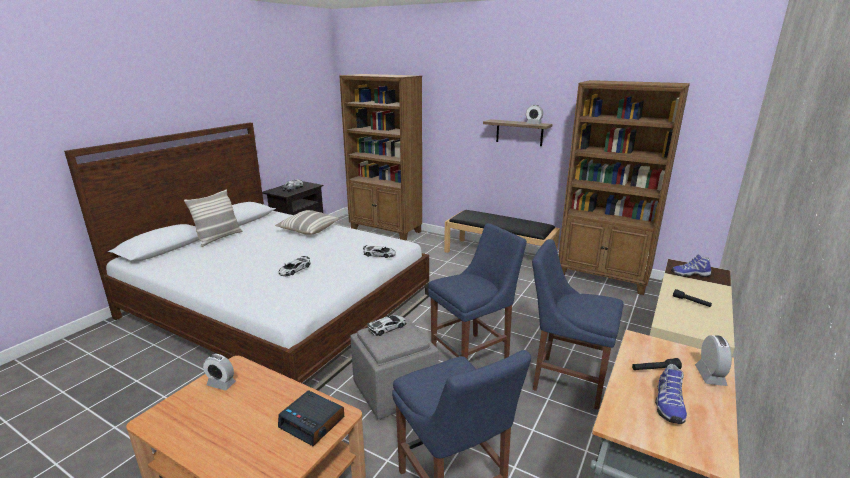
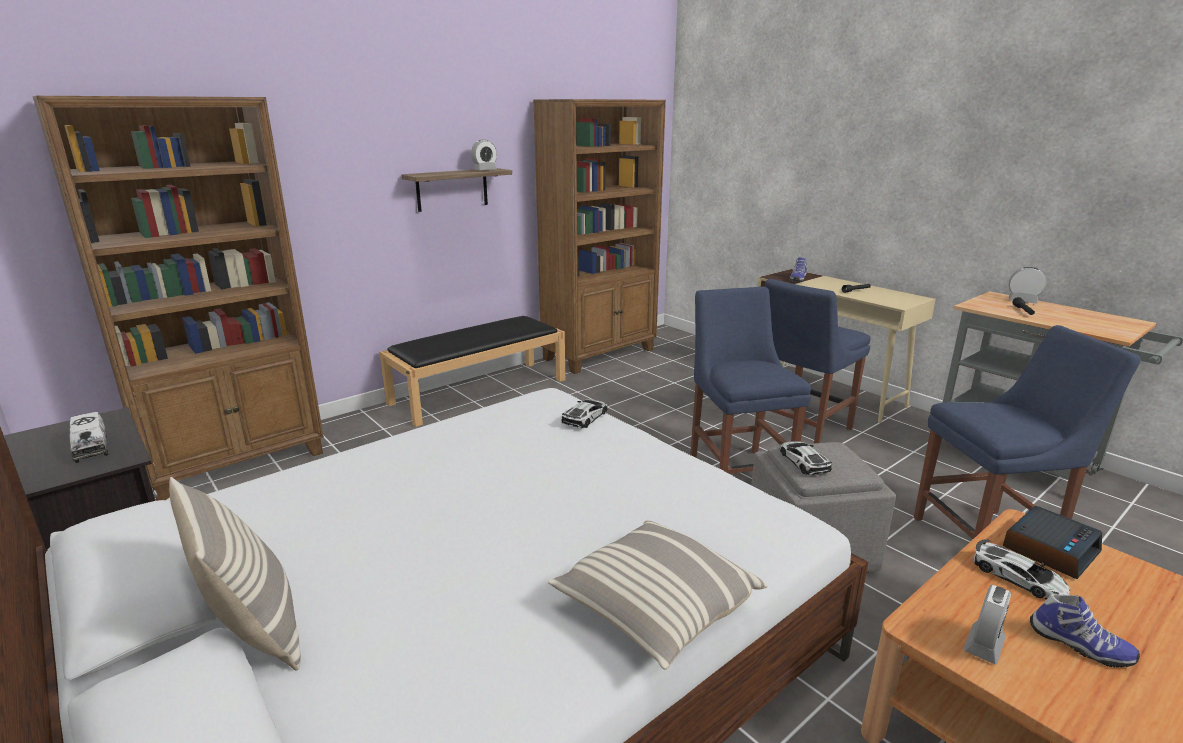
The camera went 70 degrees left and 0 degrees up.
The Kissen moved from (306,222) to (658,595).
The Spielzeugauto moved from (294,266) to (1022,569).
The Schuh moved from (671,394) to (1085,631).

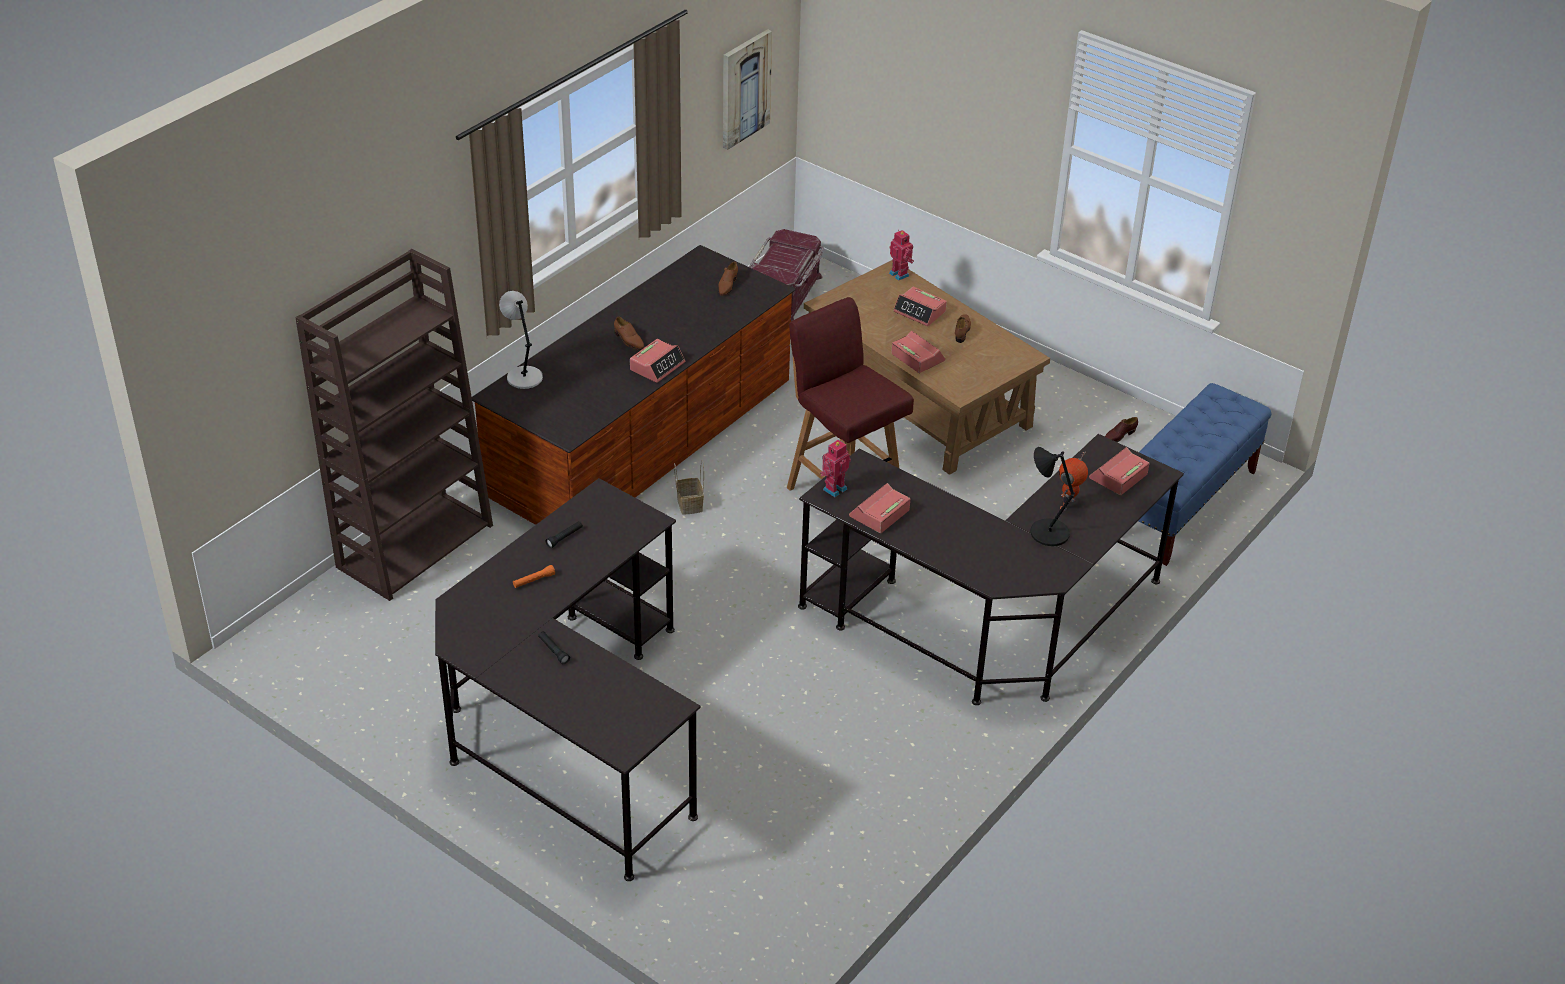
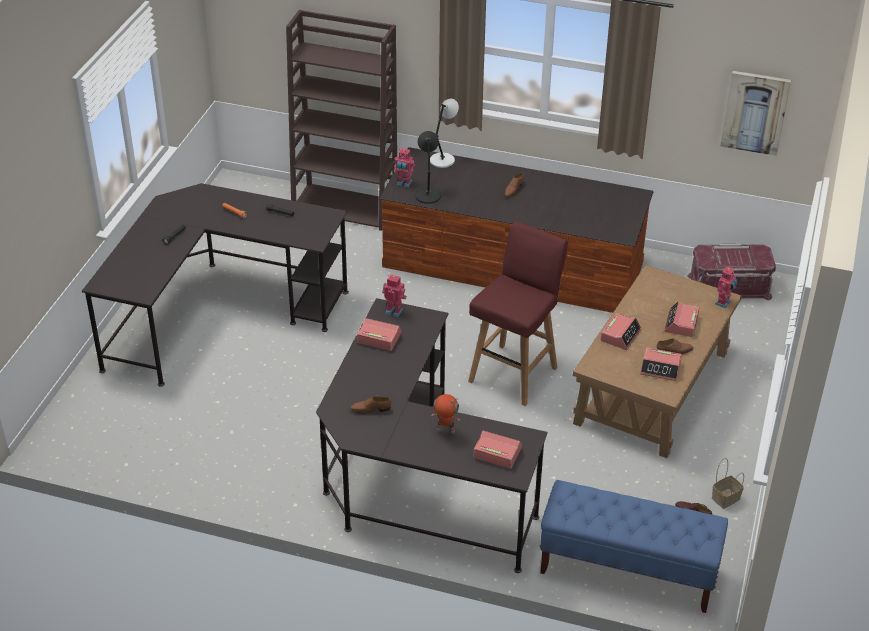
The camera went 70 degrees right and 0 degrees up.
The Schuh/braun moved from (728,278) to (371,405).
The Spielzeugroboter at (404,167) appeared.
The Tischlampe/schwarz moved from (1053,496) to (428,167).
The Wecker moved from (657,361) to (661,364).
The Korb moved from (689,487) to (728,483).

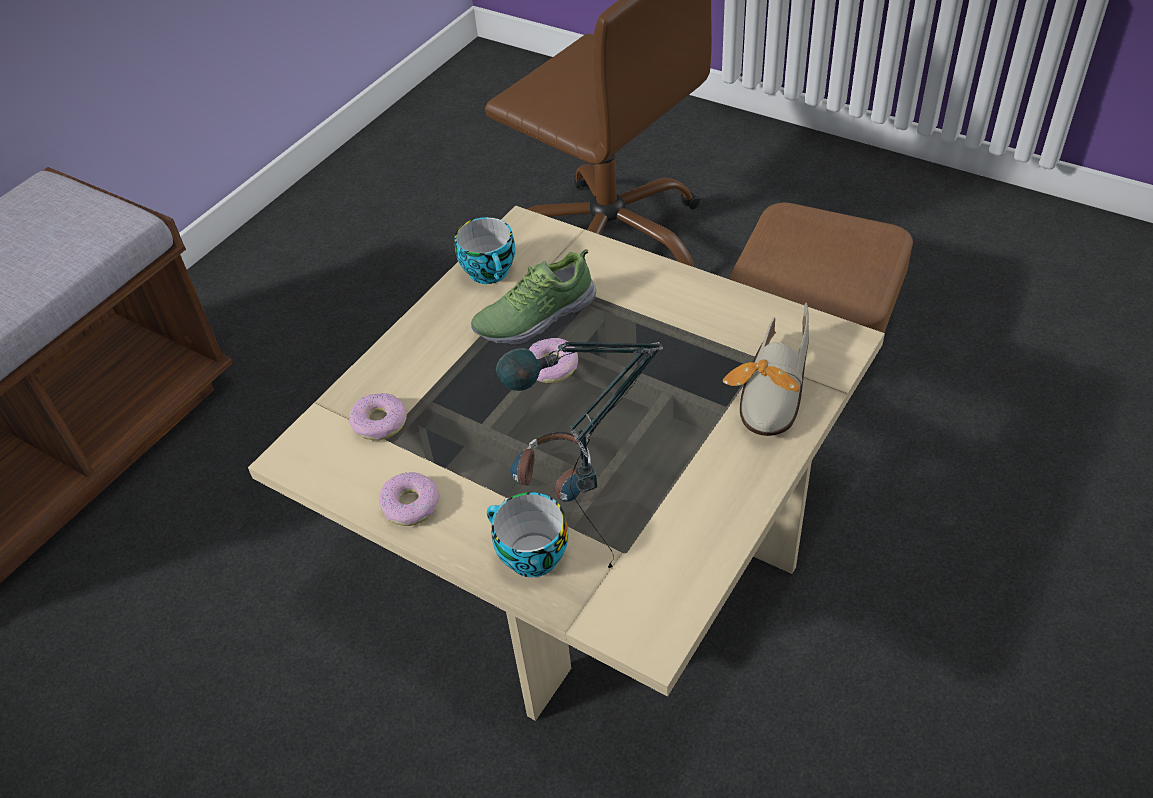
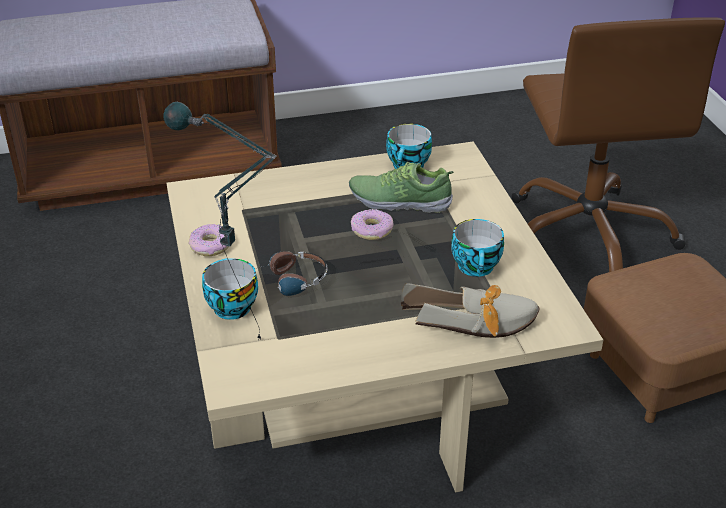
The camera went 40 degrees right and 10 degrees down.
The Schuh at (766,369) turned 150 degrees counterclockwise.
The Tasse at (477,248) appeared.
The Donut at (378,416) disappeared.

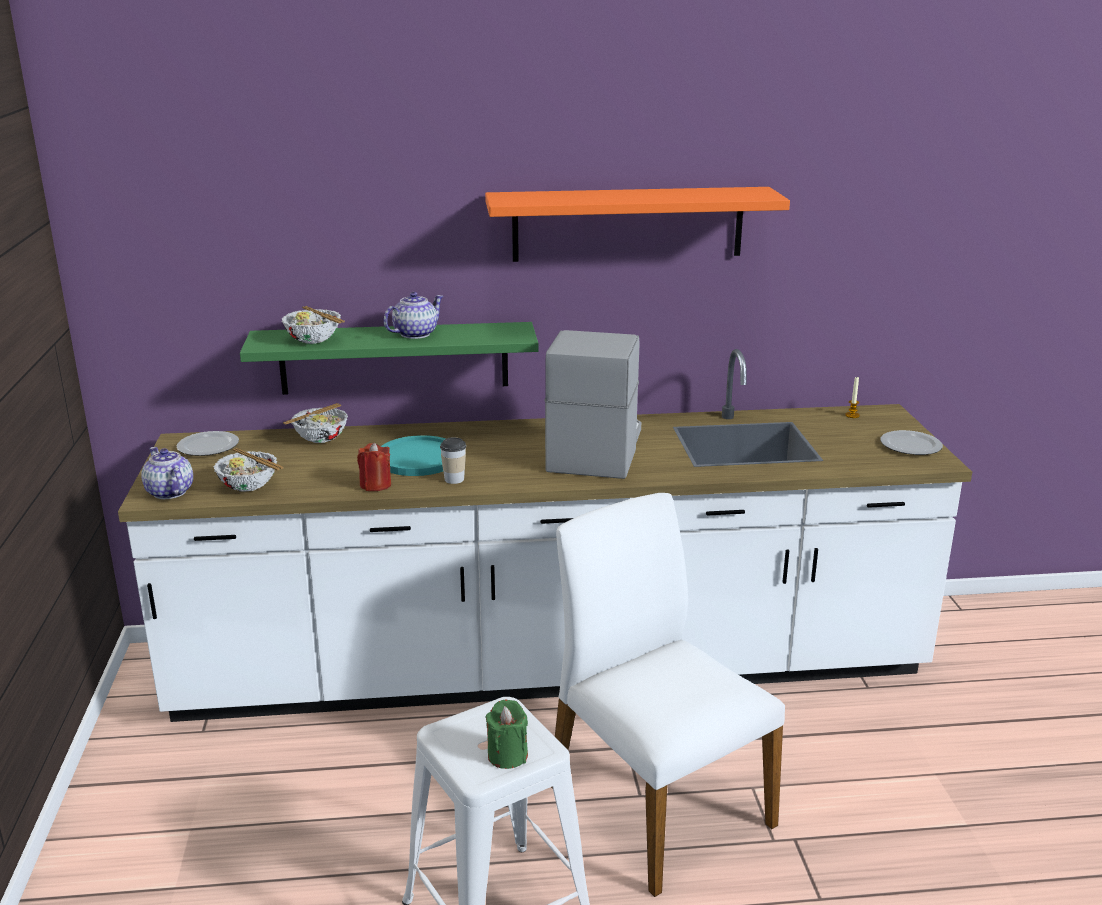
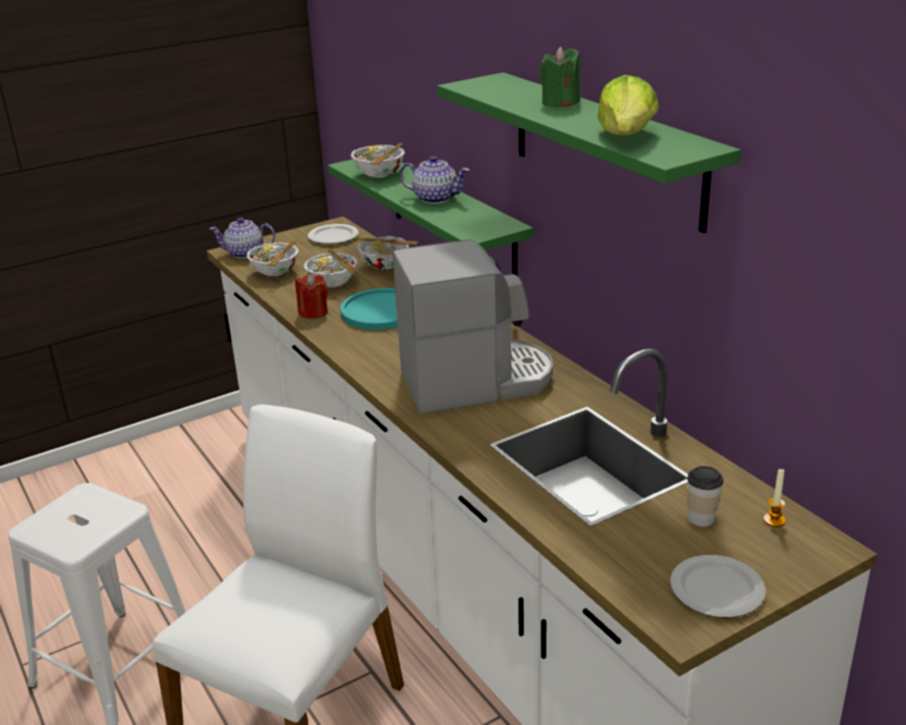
The camera went 65 degrees right and 5 degrees up.
The Teekanne at (167,473) turned 120 degrees counterclockwise.
The Schüssel at (330,268) appeared.
The Wandregal/orange at (637,224) became the Wandregal/grün at (589,152).
The Kerze/grün moved from (506,734) to (559,77).
The Salatkopf at (628,105) appeared.
The Tasse moved from (453,460) to (705,496).

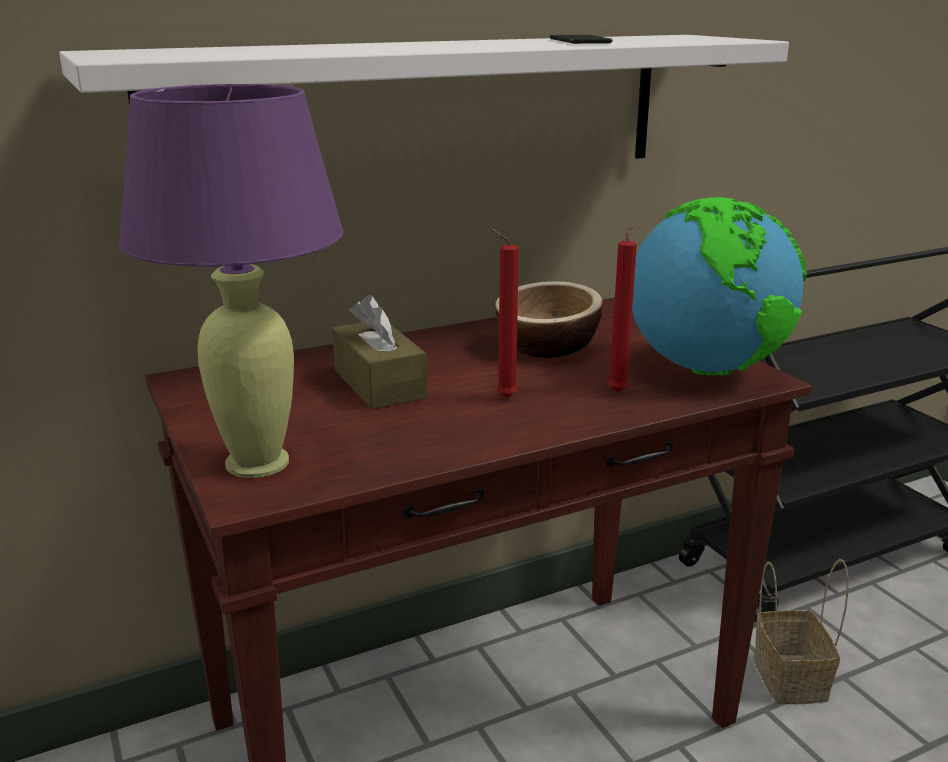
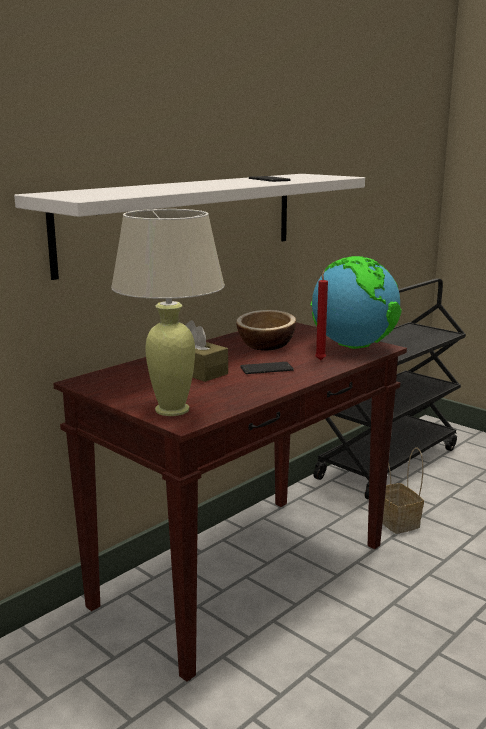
The camera went 20 degrees left and 5 degrees down.
The Tischlampe/lila at (231,281) became the Tischlampe/beige at (168,312).
The Kerze/rot at (504,313) was replaced by the Handy at (267,368).

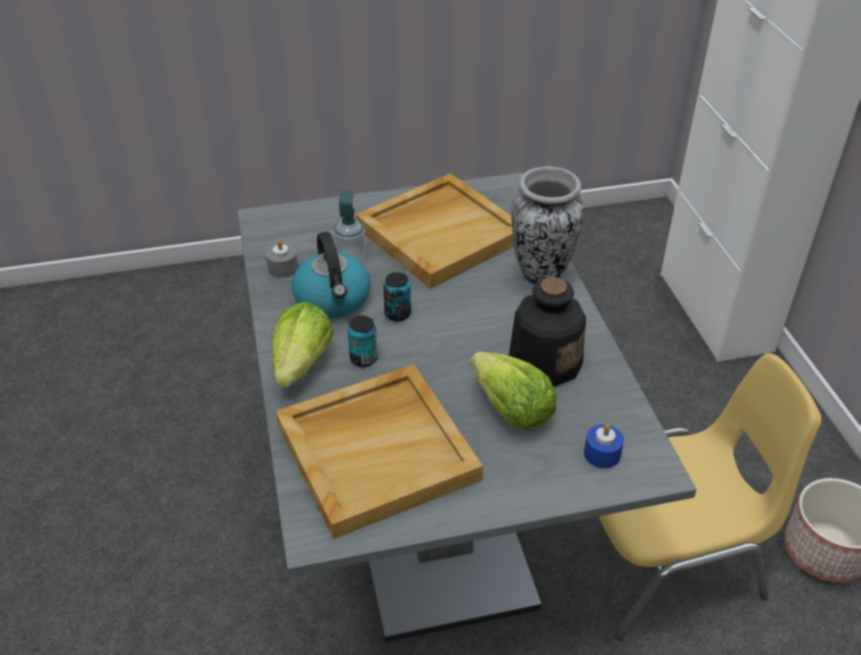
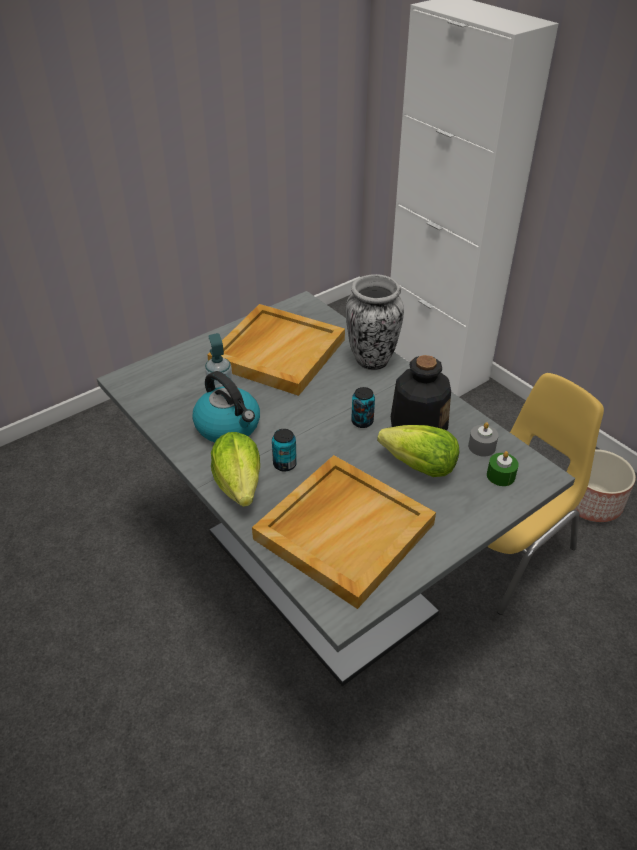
The camera went 25 degrees left and 0 degrees up.
The Dose moved from (397,296) to (363,407).
The Kerze/grau moved from (282,258) to (483,439).
The Kerze/blau at (604,446) became the Kerze/grün at (503,468).

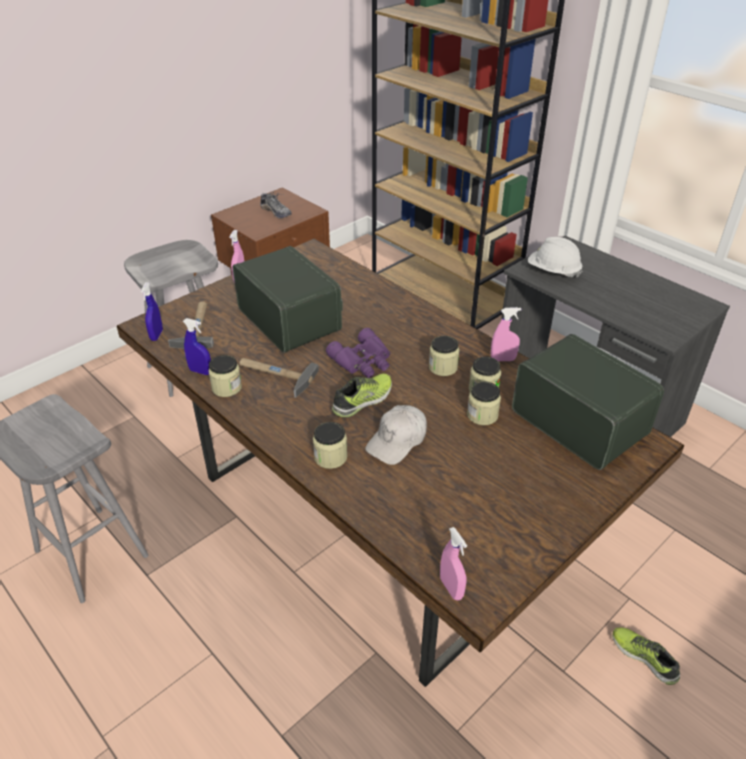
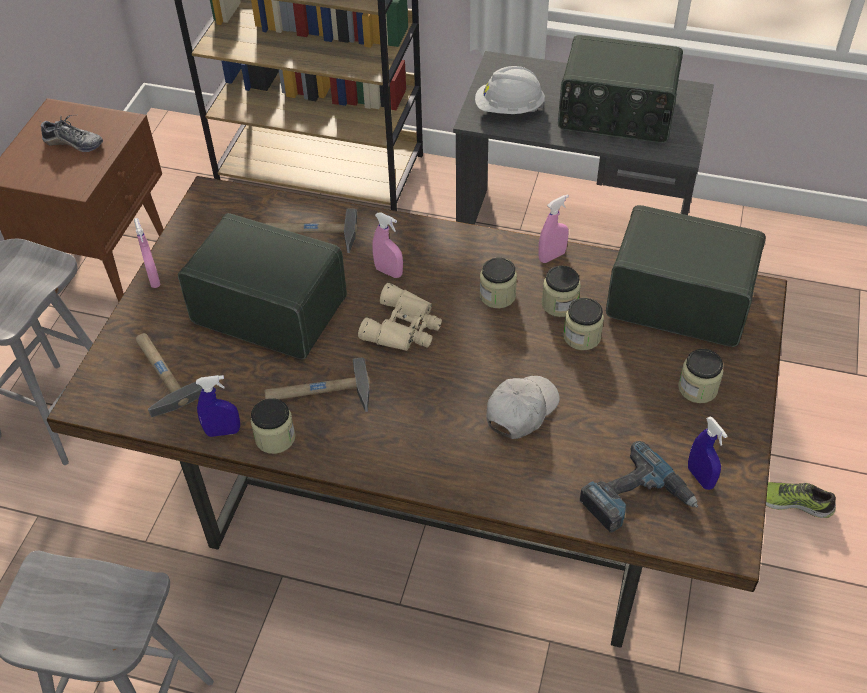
The camera went 30 degrees left and 10 degrees up.
The Hammer at (311,230) appeared.
The Fernglas/lila at (358,353) became the Fernglas/beige at (400,317).
The Sprühflasche/rosa moved from (453,563) to (387,245).
The Kappe/weiß at (396,435) turned 150 degrees counterclockwise.
The Radio at (620,89) appeared.
The Bohrmaschine at (639,487) appeared.
The Vorratsglas moved from (330,445) to (700,376).
The Sprühflasche/blau moved from (152,311) to (708,453).
The Schuh at (362,396) disappeared.

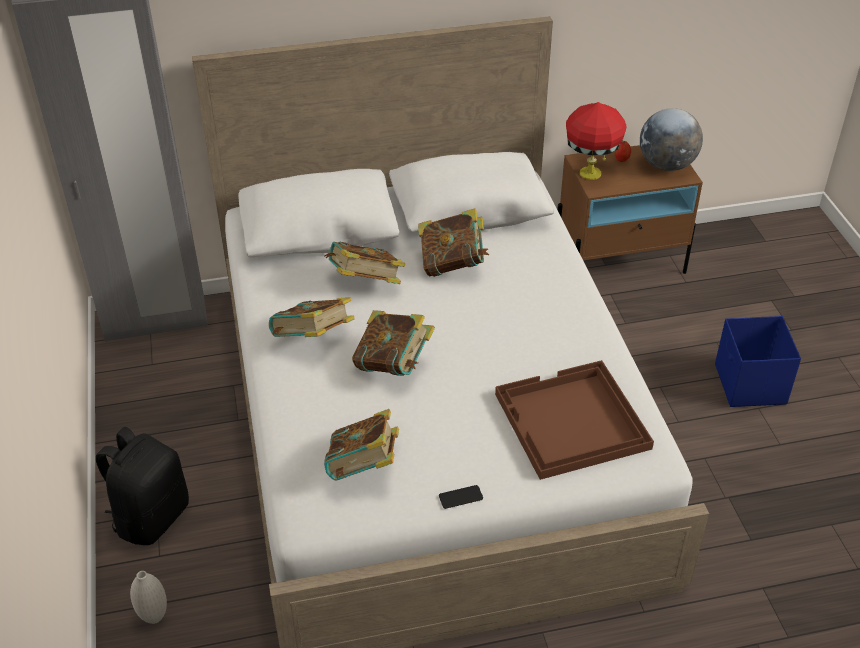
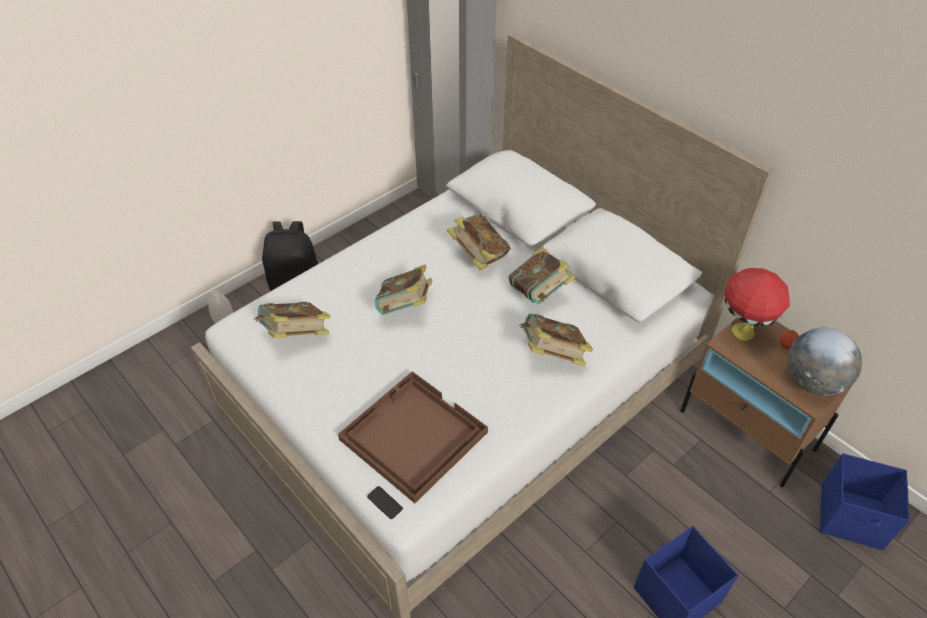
The camera went 60 degrees right and 5 degrees up.
The Handy moved from (461,497) to (385,502).
The Buch moved from (312,317) to (556,339).
The Aufbewahrungsbox/blau at (865,501) appeared.

